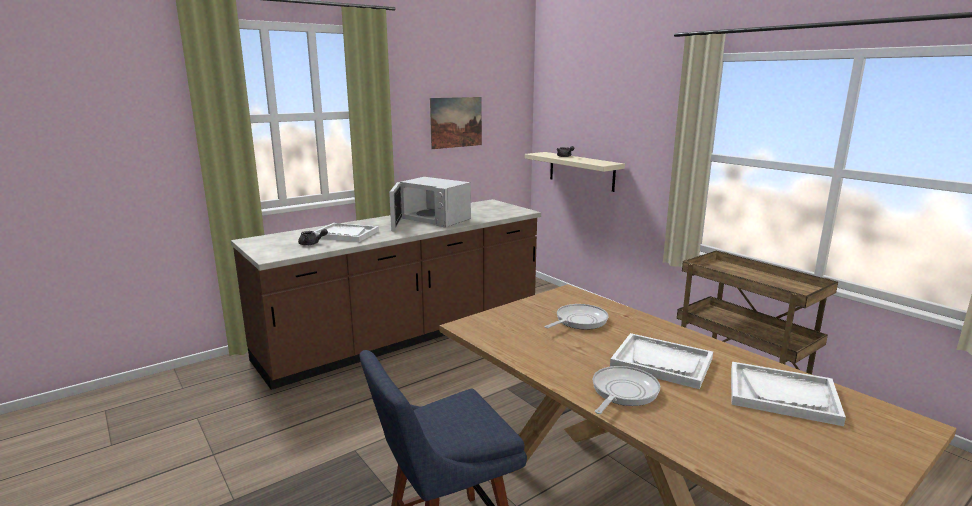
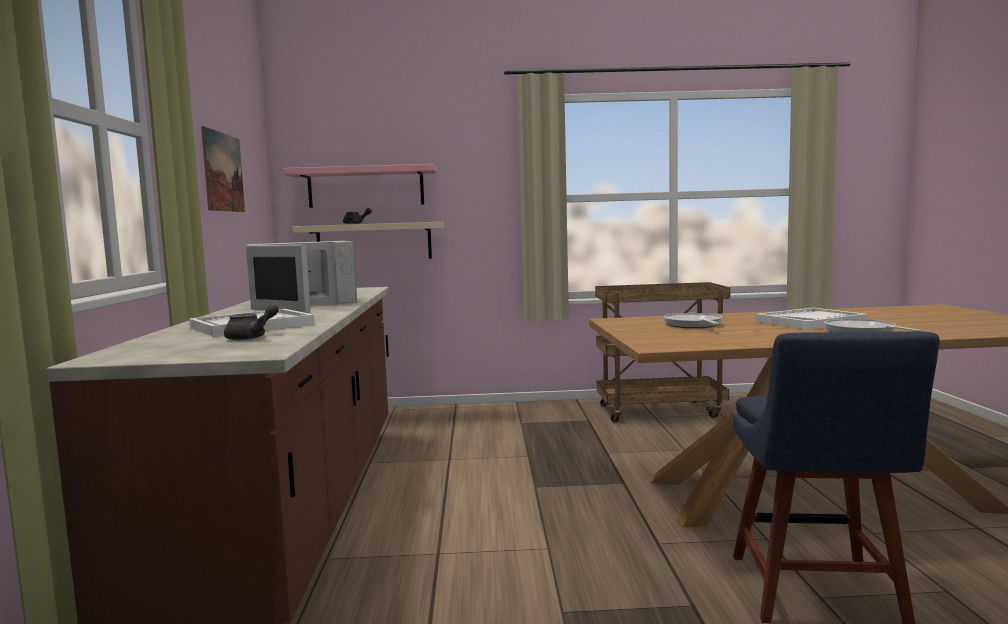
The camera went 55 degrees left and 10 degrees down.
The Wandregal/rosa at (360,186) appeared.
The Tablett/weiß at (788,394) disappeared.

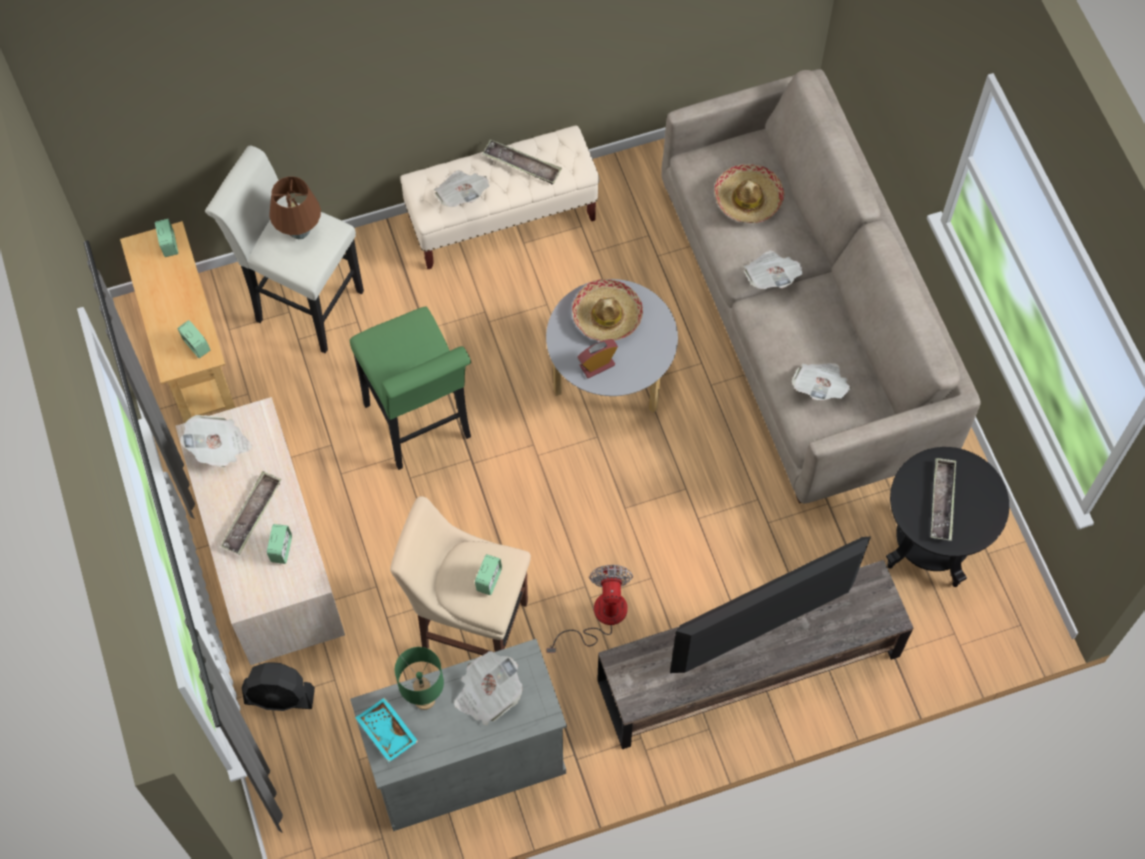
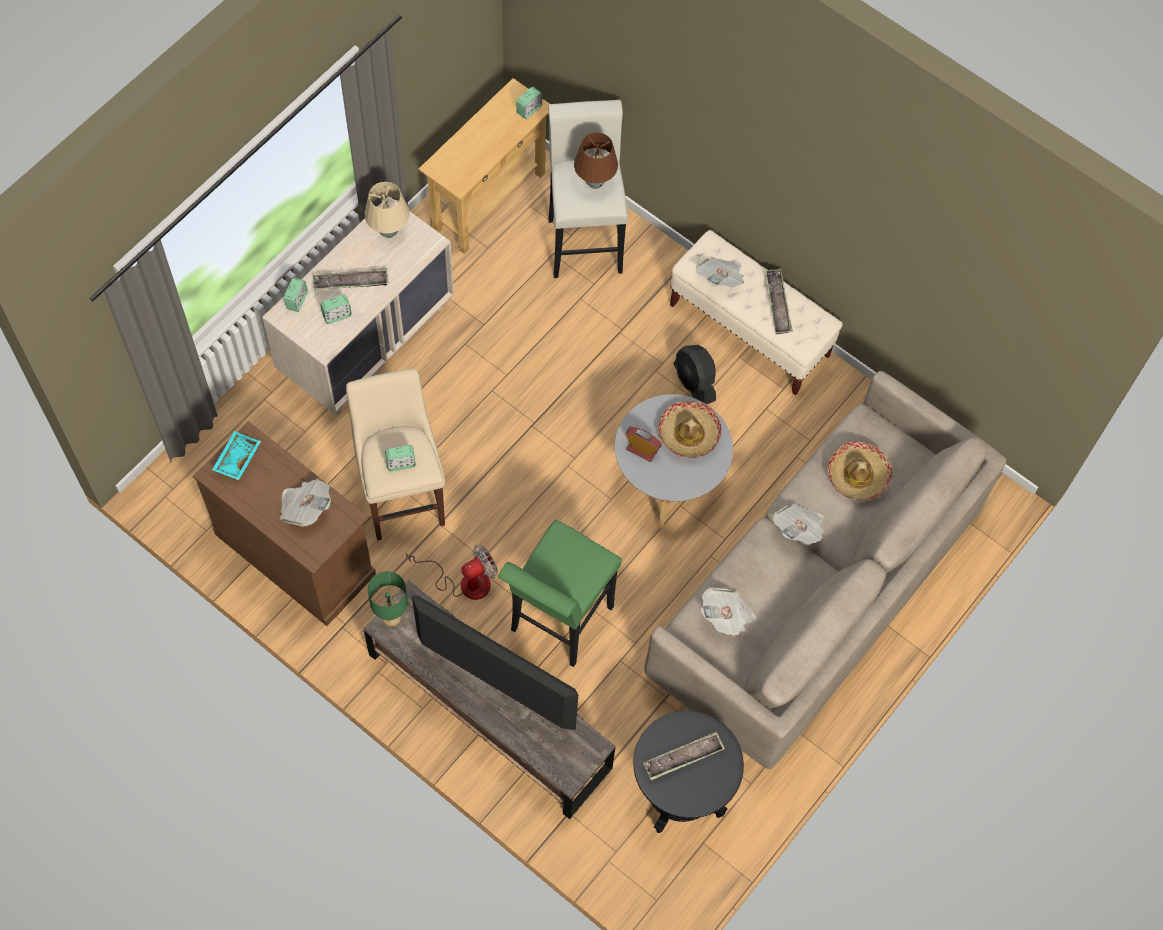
The camera went 55 degrees right and 0 degrees up.
The Schrank/grau at (458,735) became the Schrank/braun at (284,523).
The Wecker moved from (193,339) to (296,294).
The Zeitung at (216,441) was replaced by the Tischlampe/beige at (387,210).
The Tischlampe/grün moved from (419,678) to (387,599).
The Hocker/grün moved from (410,388) to (560,593).
The Ventilator/schwarz moved from (278,686) to (694,374).

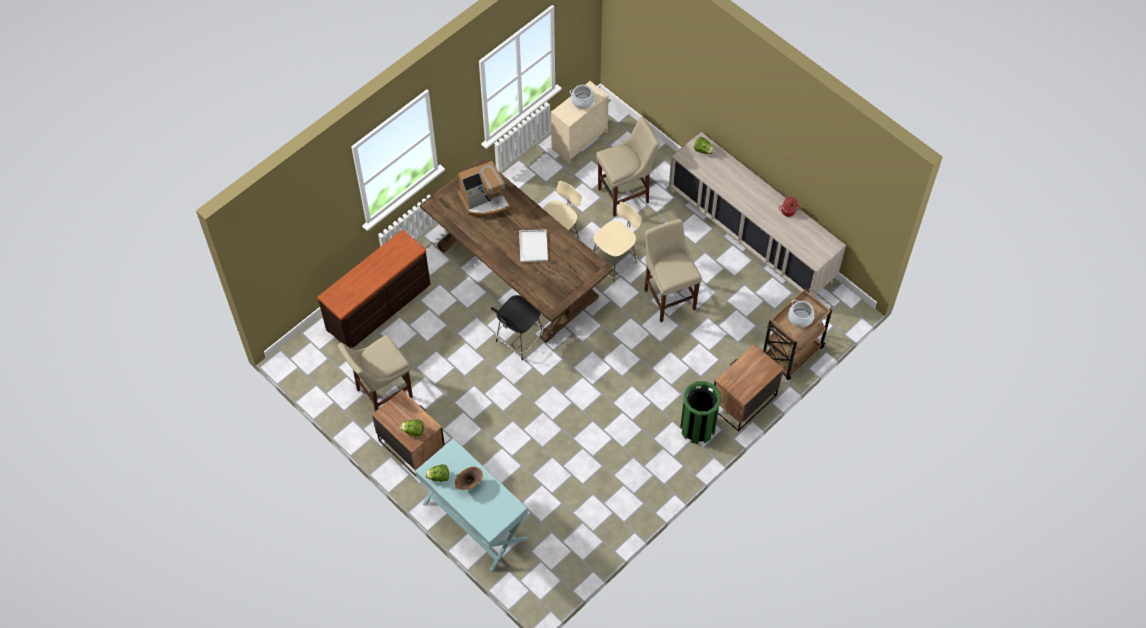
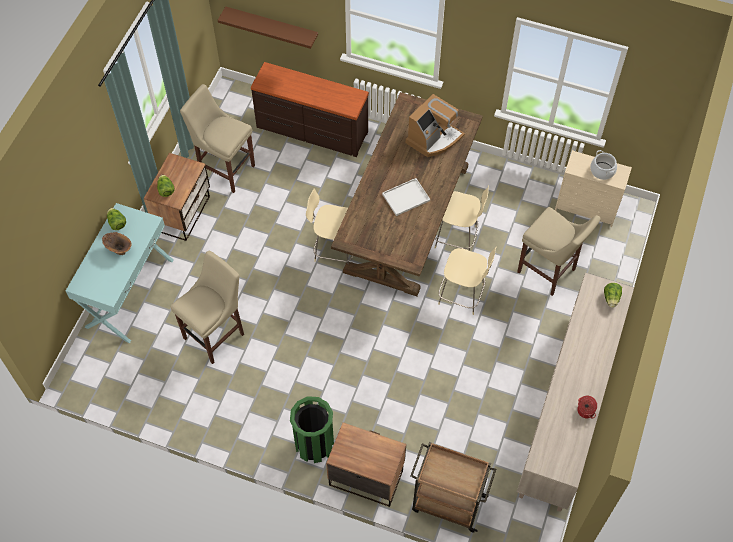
The camera went 65 degrees right and 0 degrees up.
The Hocker/beige moved from (673,270) to (207,307).
The Wandregal/braun at (268,27) appeared.
The Stuhl/schwarz at (517,327) became the Stuhl/beige at (329,226).
The Kaffeemaschine at (484,188) turned 90 degrees counterclockwise.
The Kochtopf at (801,313) disappeared.

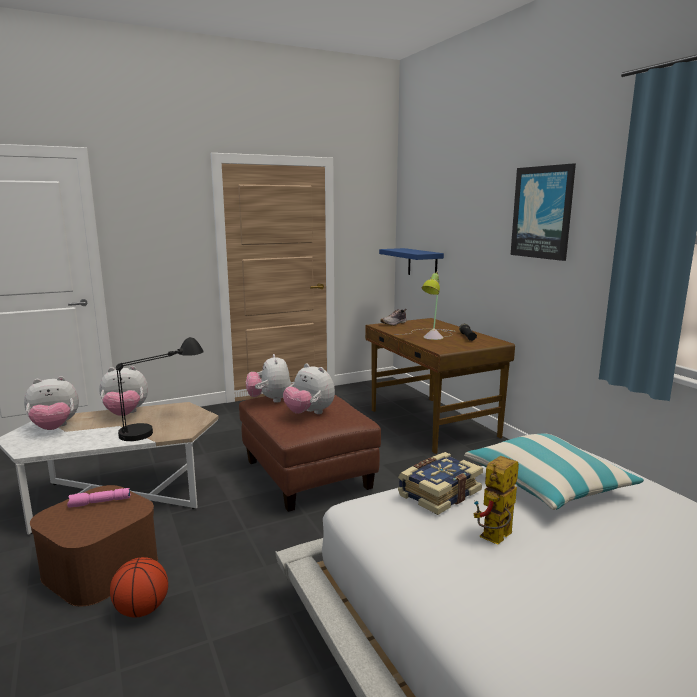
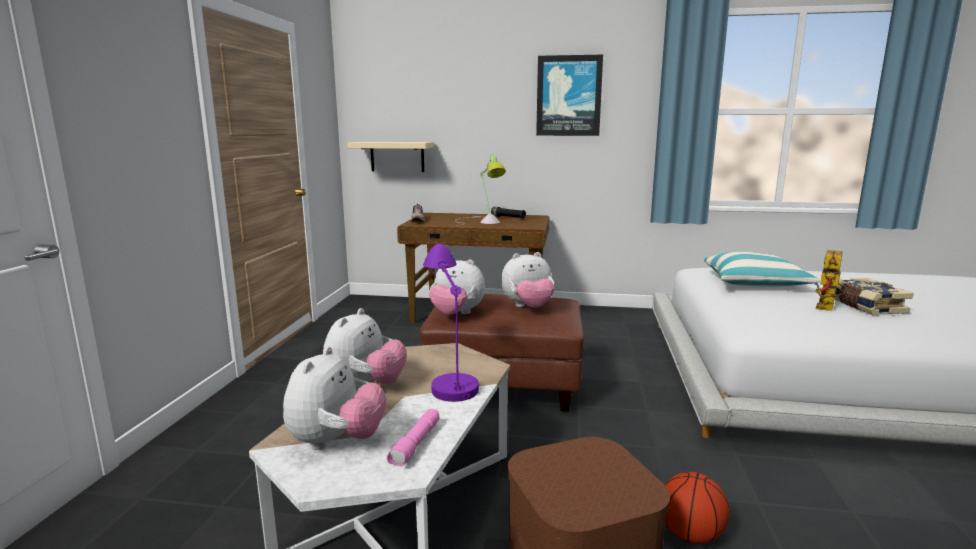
The camera went 55 degrees left and 0 degrees up.
The Wandregal/blau at (411,261) became the Wandregal/beige at (390,157).
The Taschenlampe/rosa moved from (99,497) to (413,437).
The Tischlampe/schwarz at (160,389) became the Tischlampe/lila at (451,323).
The Spielzeugroboter at (496,500) turned 45 degrees clockwise.
The Buch moved from (440,483) to (874,296).

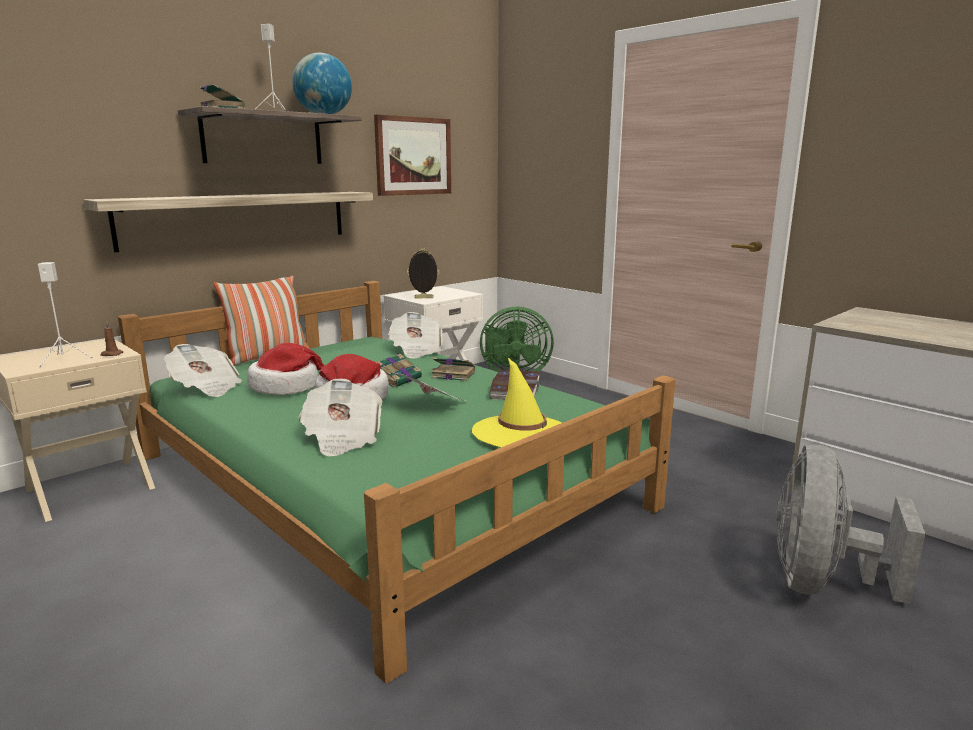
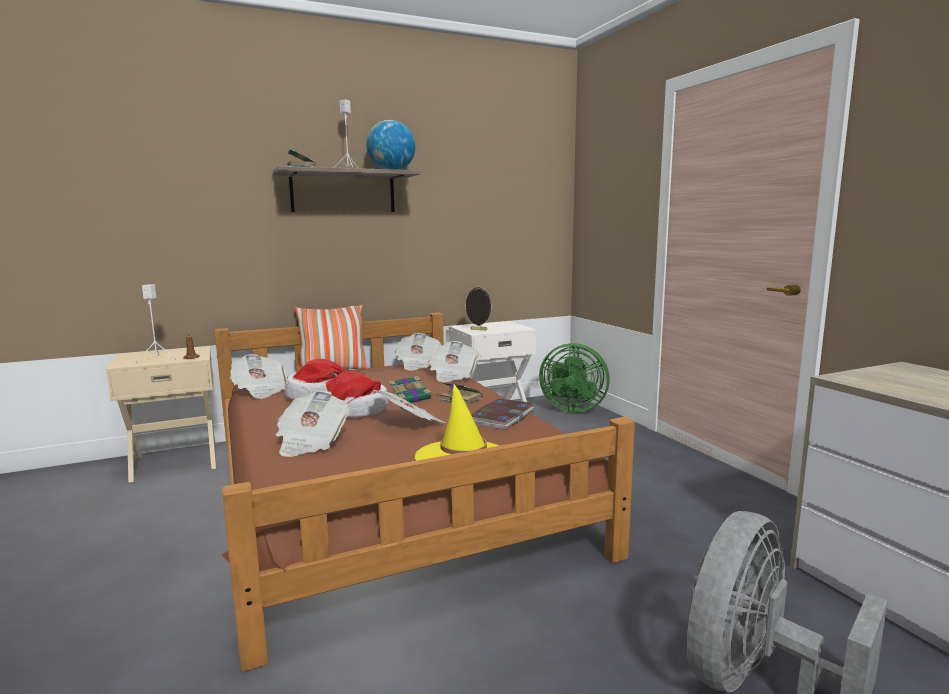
The camera went 20 degrees right and 5 degrees down.
The Bett/grün at (396,482) became the Bett/braun at (425,492).
The Zeitung at (418,352) appeared.
The Wandregal at (228,222) disappeared.
The Bild at (412,155) disappeared.

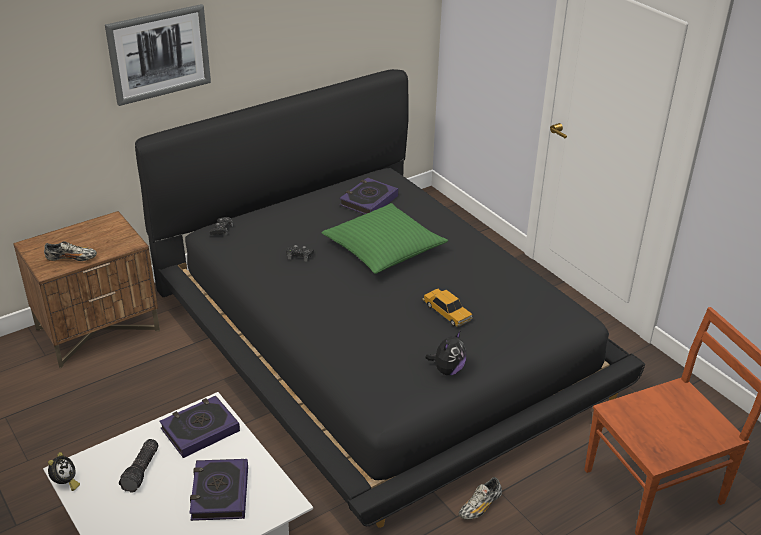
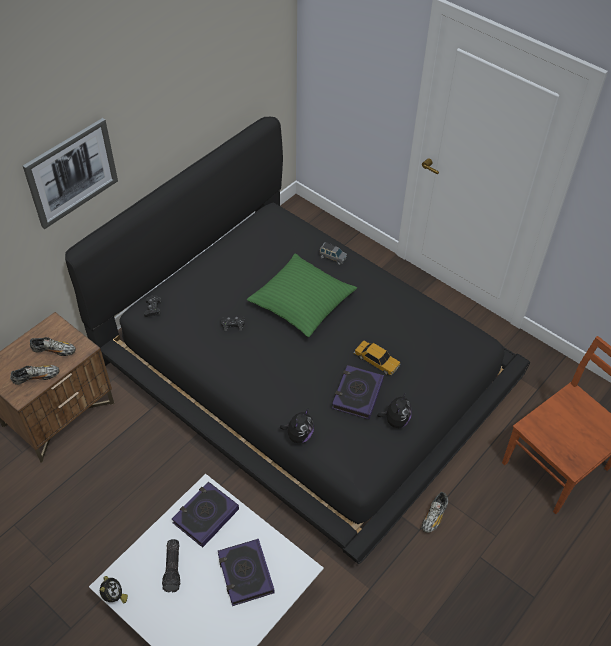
The camera went 15 degrees left and 15 degrees up.
The Schuh at (53,346) appeared.
The Plüschtier at (297,426) appeared.
The Spielzeugauto/grau at (333,253) appeared.
The Buch moved from (369,196) to (358,392).

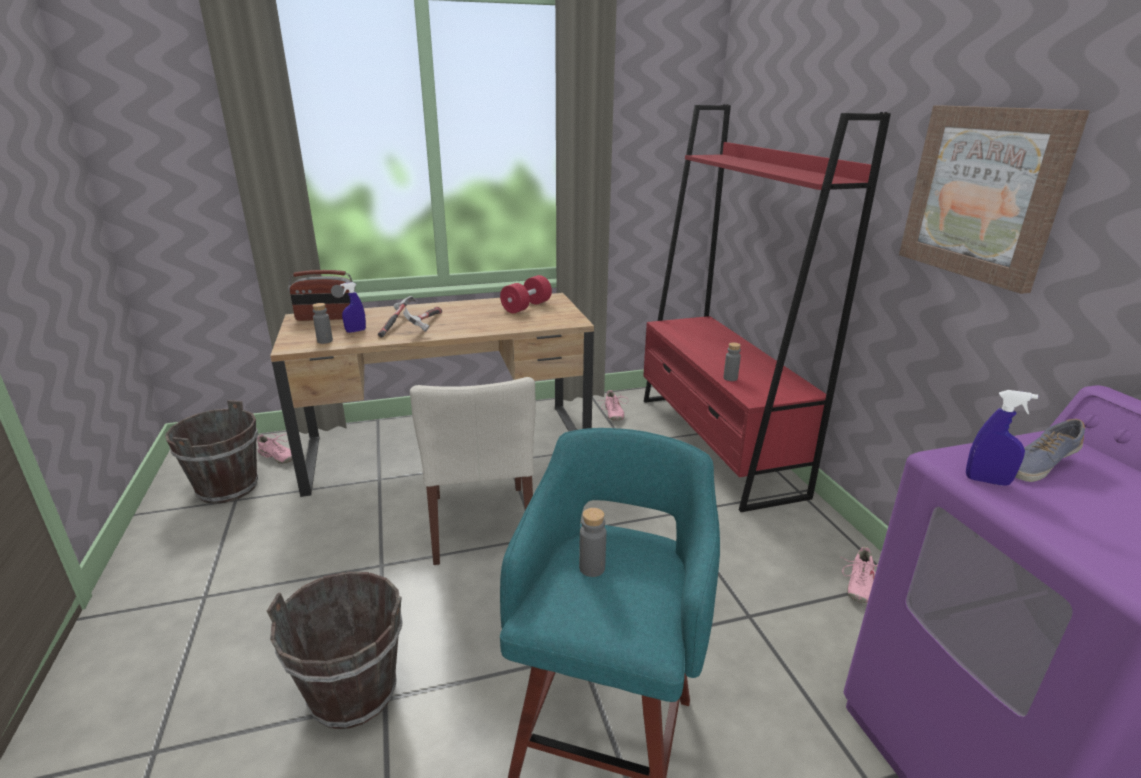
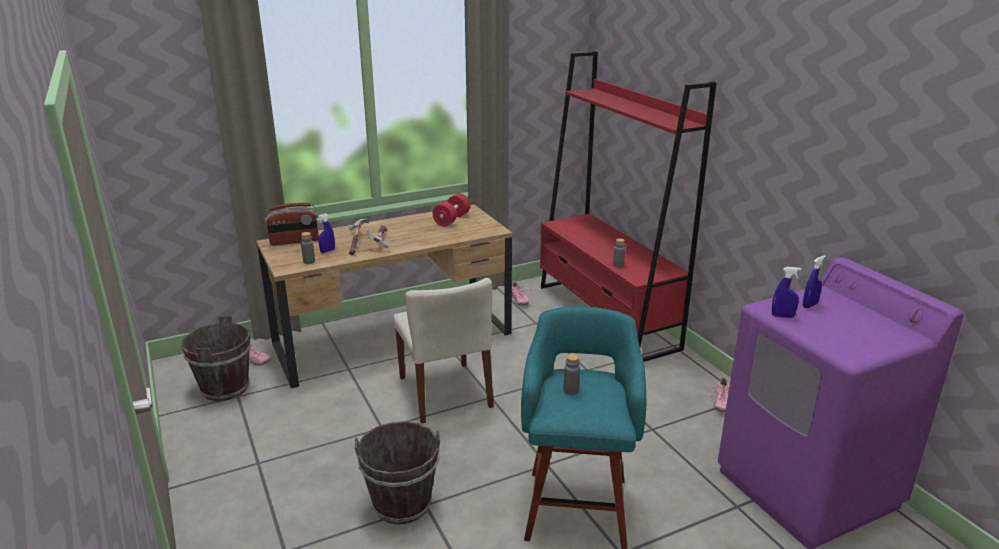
The camera went 10 degrees left and 0 degrees up.
The Schuh at (1050,450) was replaced by the Sprühflasche/blau at (814,281).
The Bild at (994,199) disappeared.

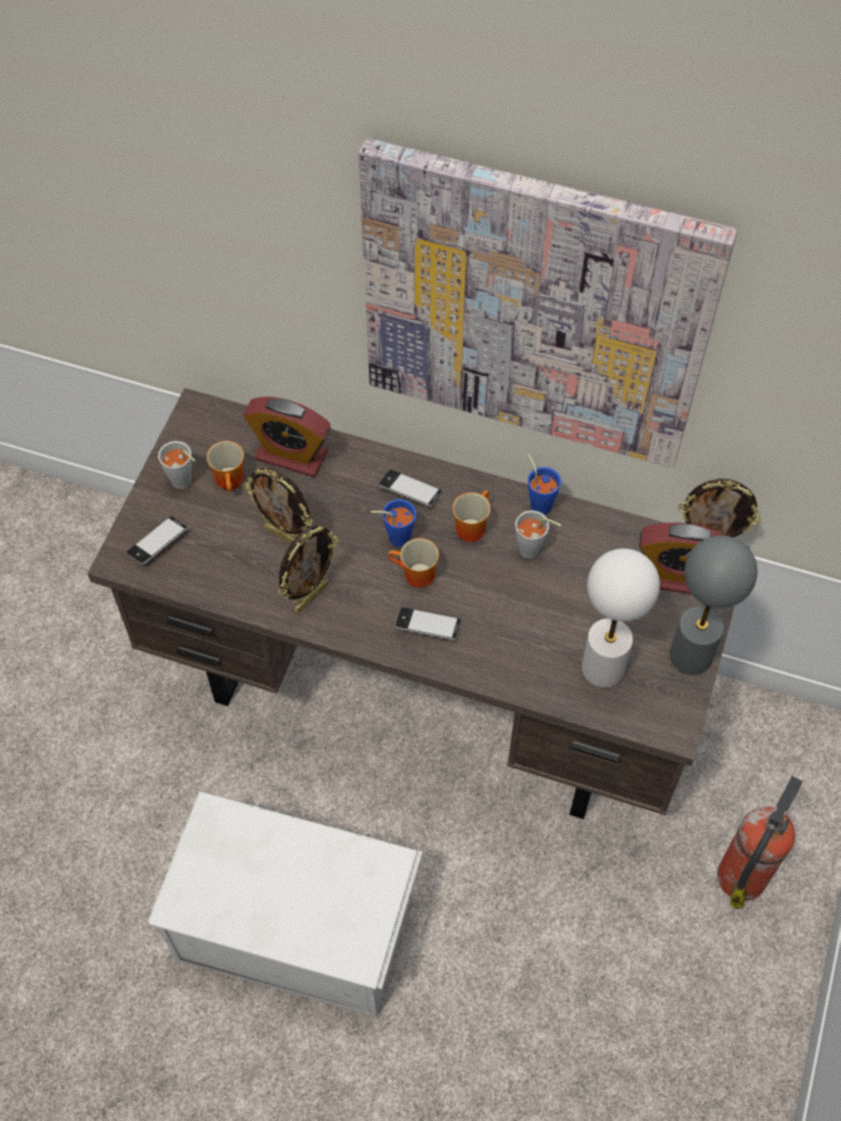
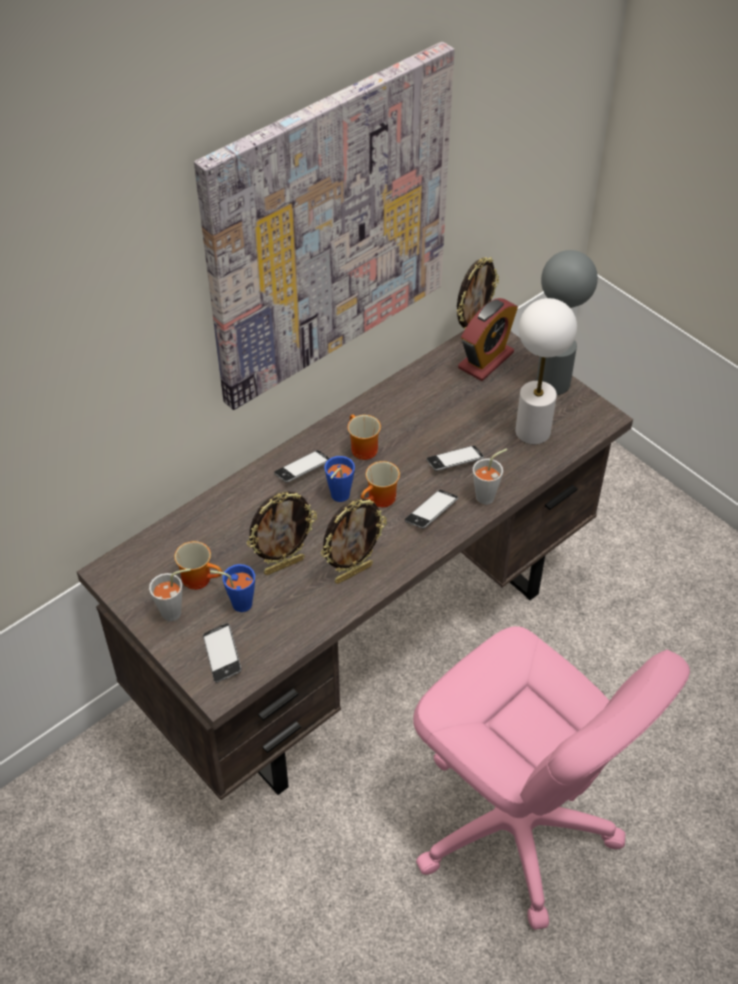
The camera went 60 degrees left and 10 degrees down.
The Tasse/blau moved from (544,484) to (232,588).
The Bilderrahmen at (308,569) turned 75 degrees clockwise.
The Aufbewahrungsbox/weiß at (285,904) was replaced by the Bürostuhl/rosa at (551,778).
The Handy at (455,458) appeared.
The Tasse/grau moved from (538,534) to (490,476).
The Wecker at (287,437) disappeared.
The Feuerlöscher at (760,842) disappeared.

